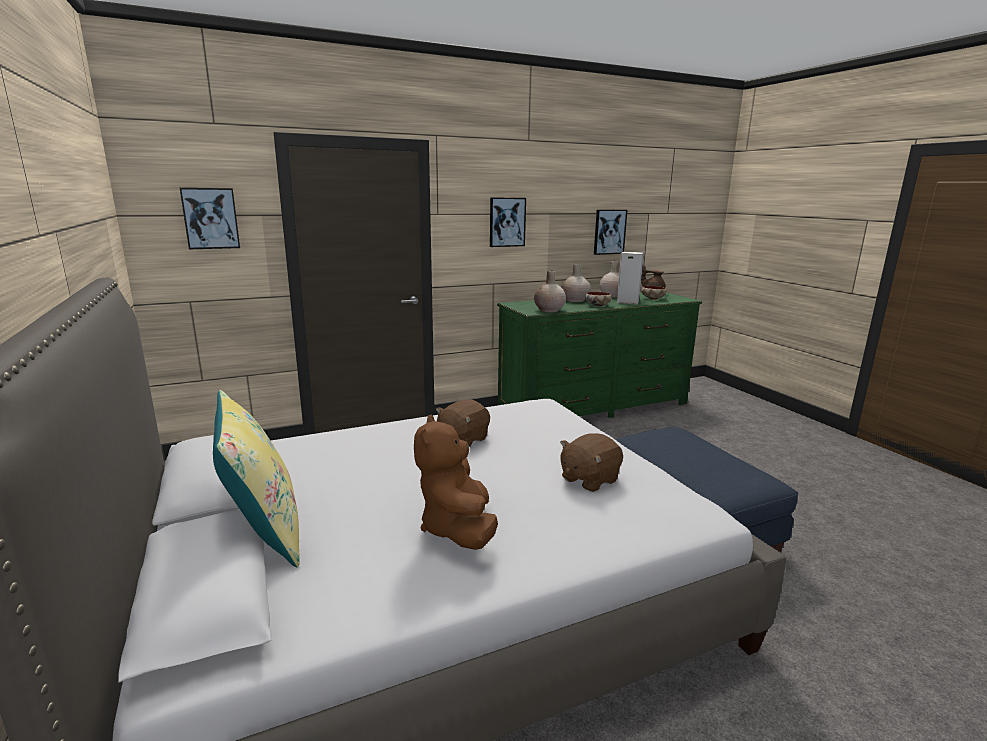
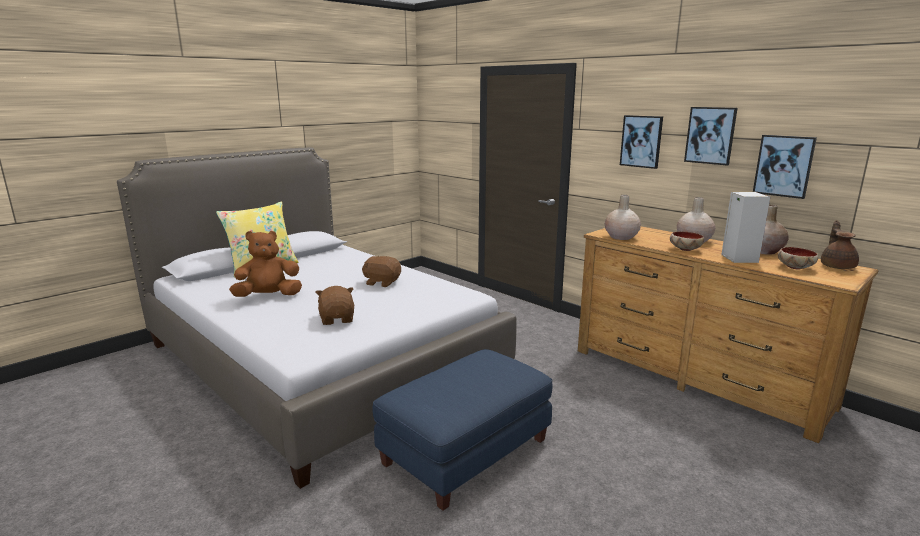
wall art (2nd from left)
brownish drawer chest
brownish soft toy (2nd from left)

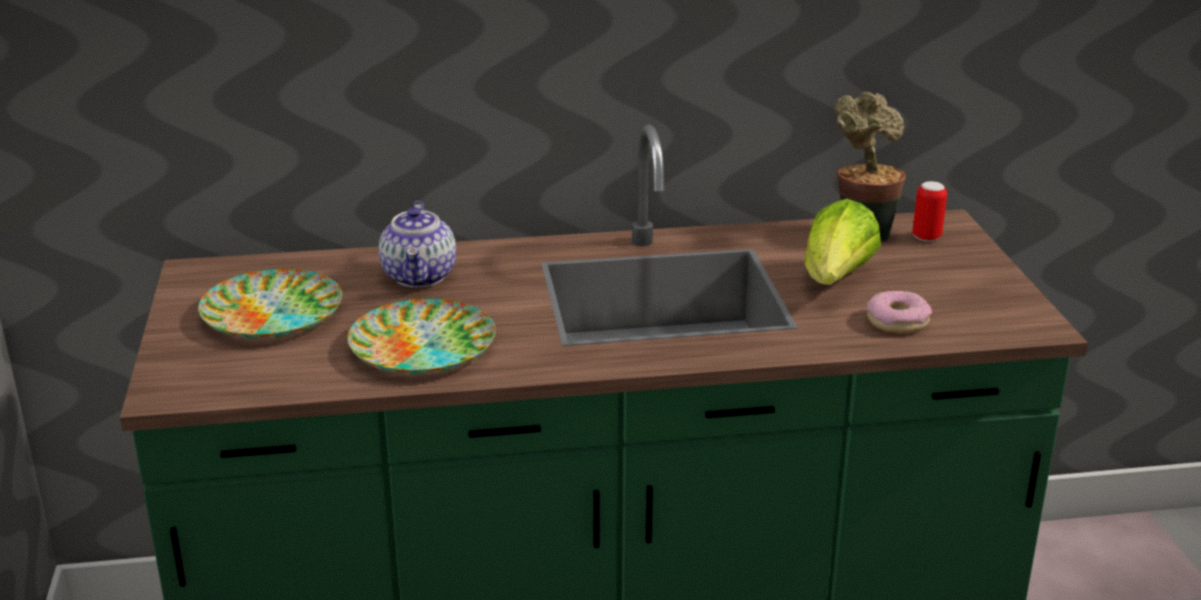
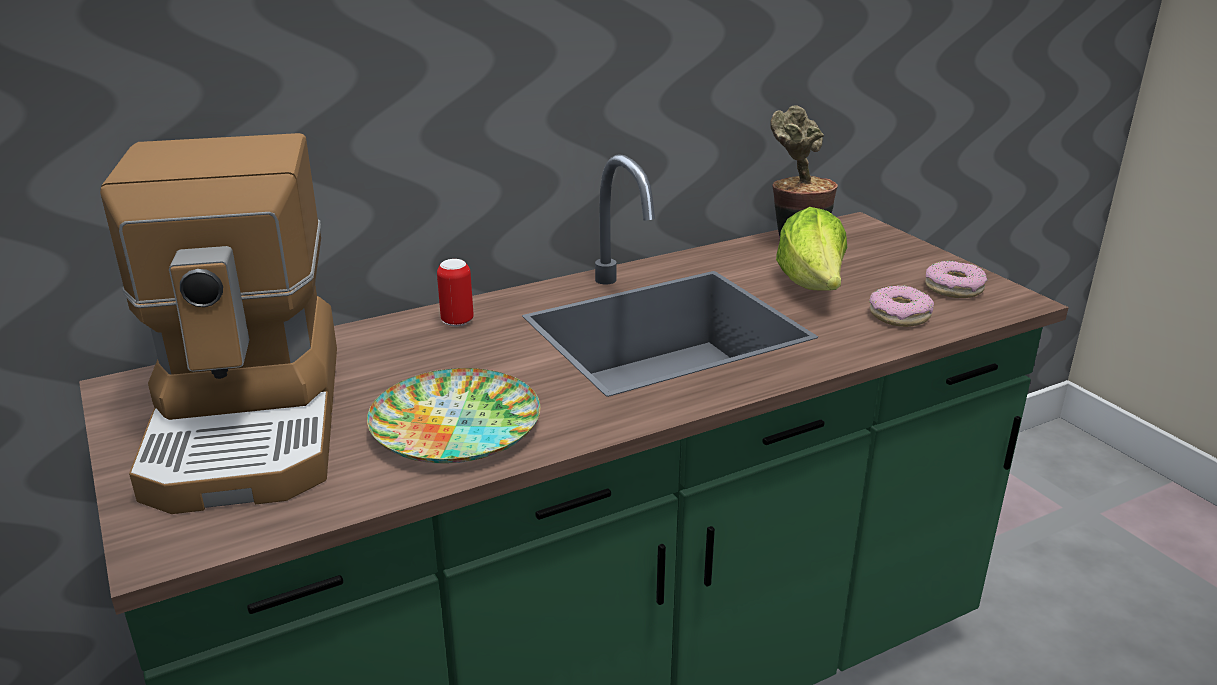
coffee brewer
teapot
sealed can
donut (2nd from left)

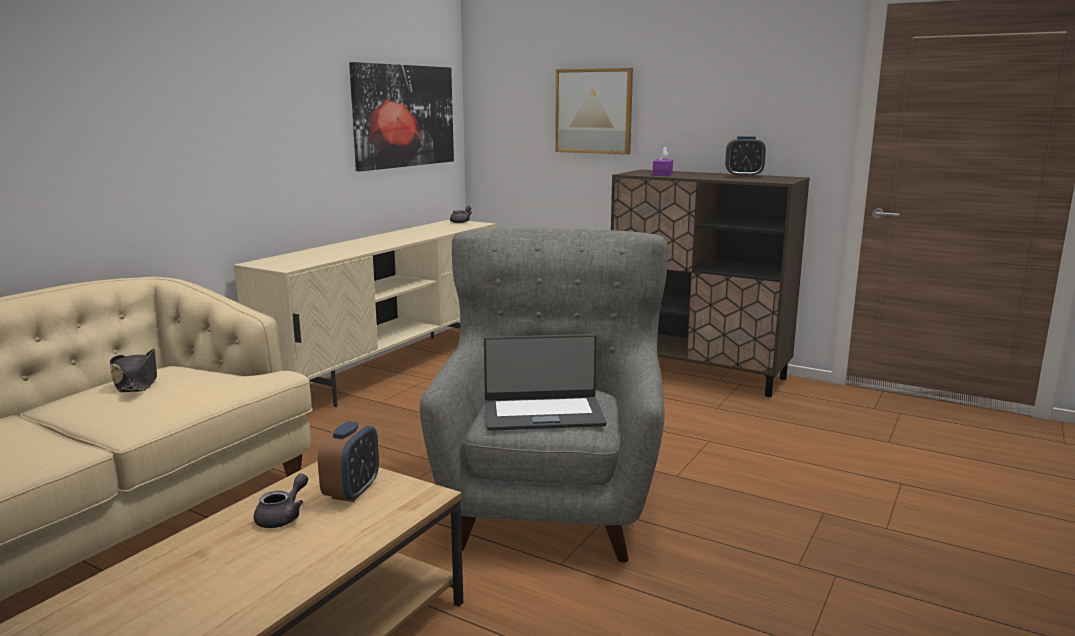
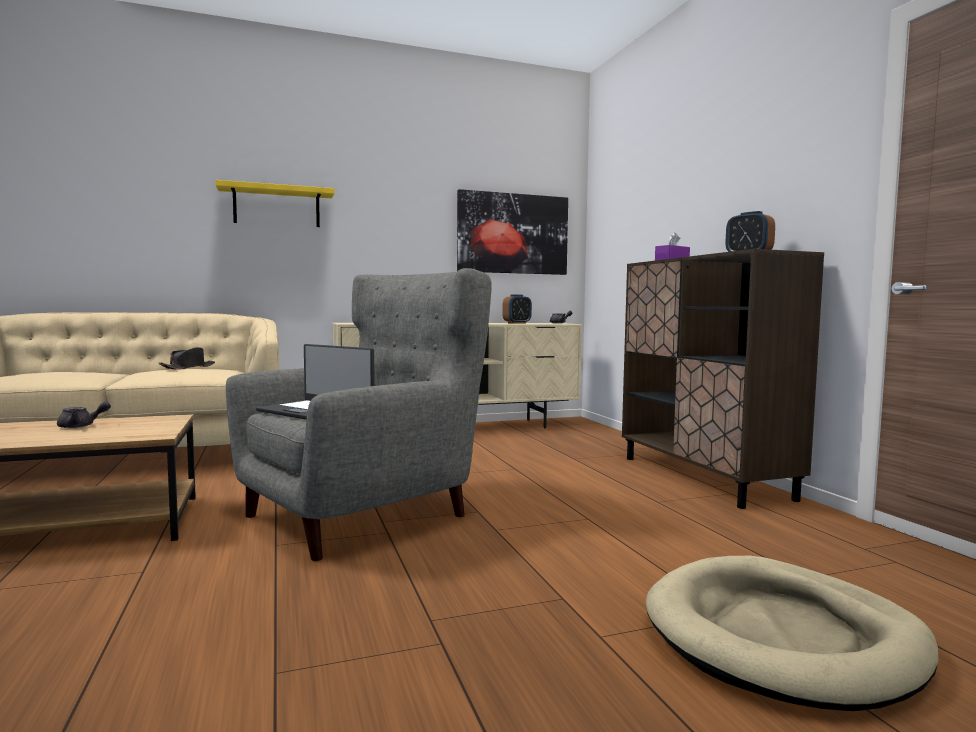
bedside clock (1st from left)
wall art (2nd from left in the first image)
yellow-coloured bracket shelf
beige dog cushion

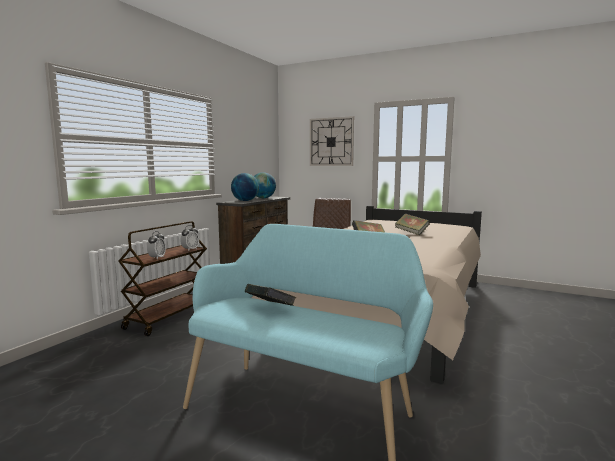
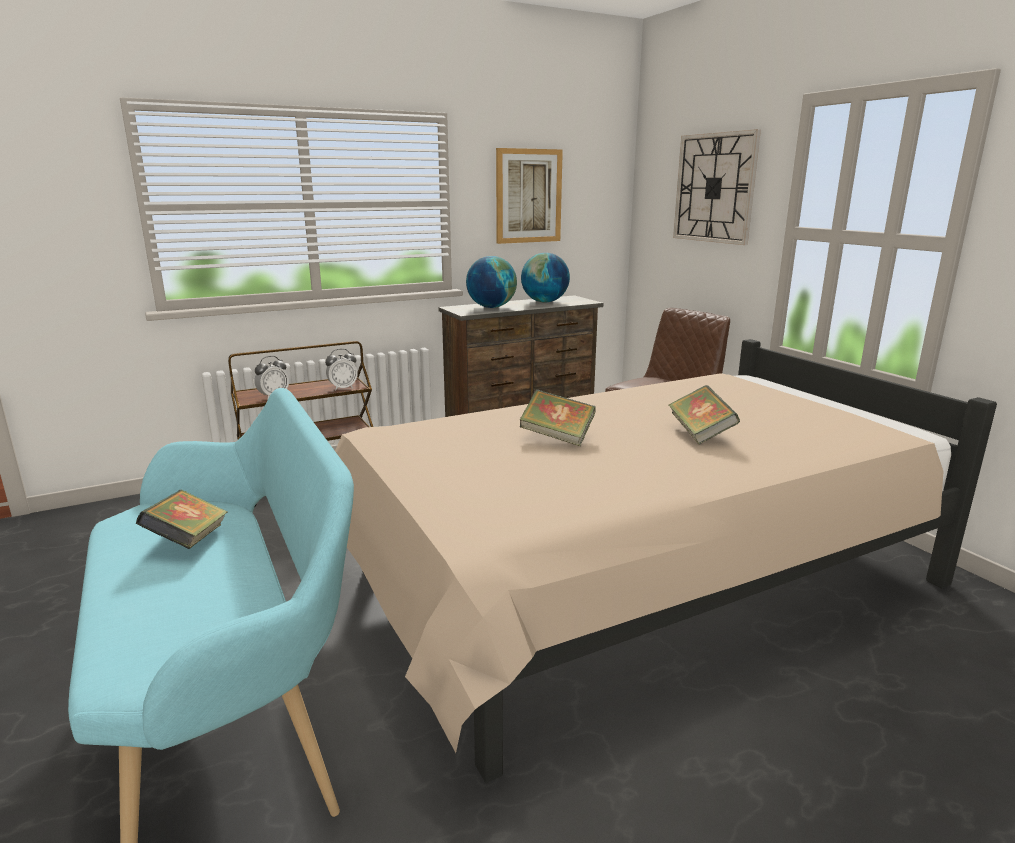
wall art

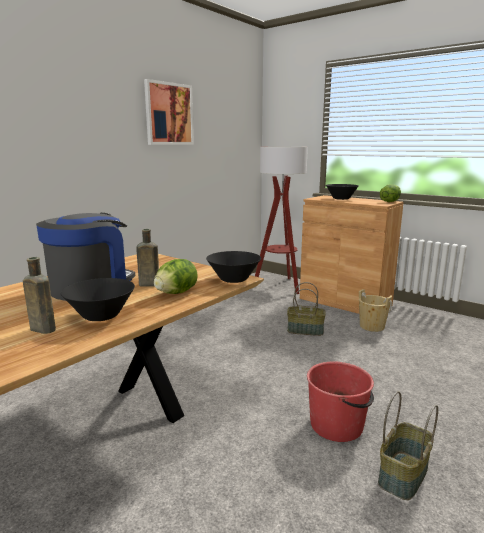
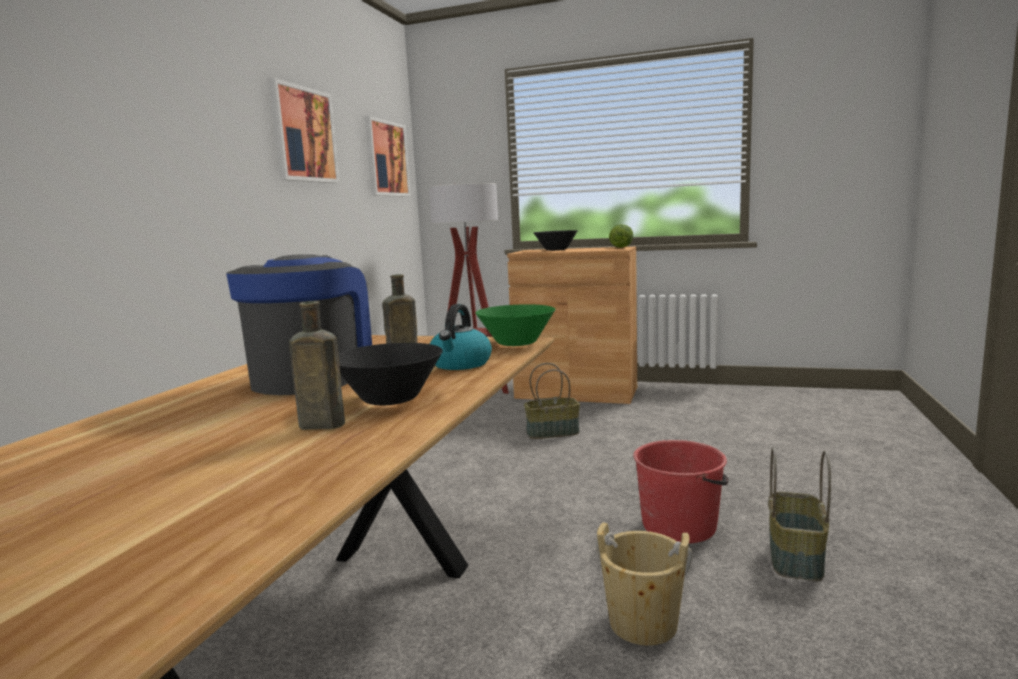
tea kettle
greenish bowl
beige pail
wall art (2nd from left)

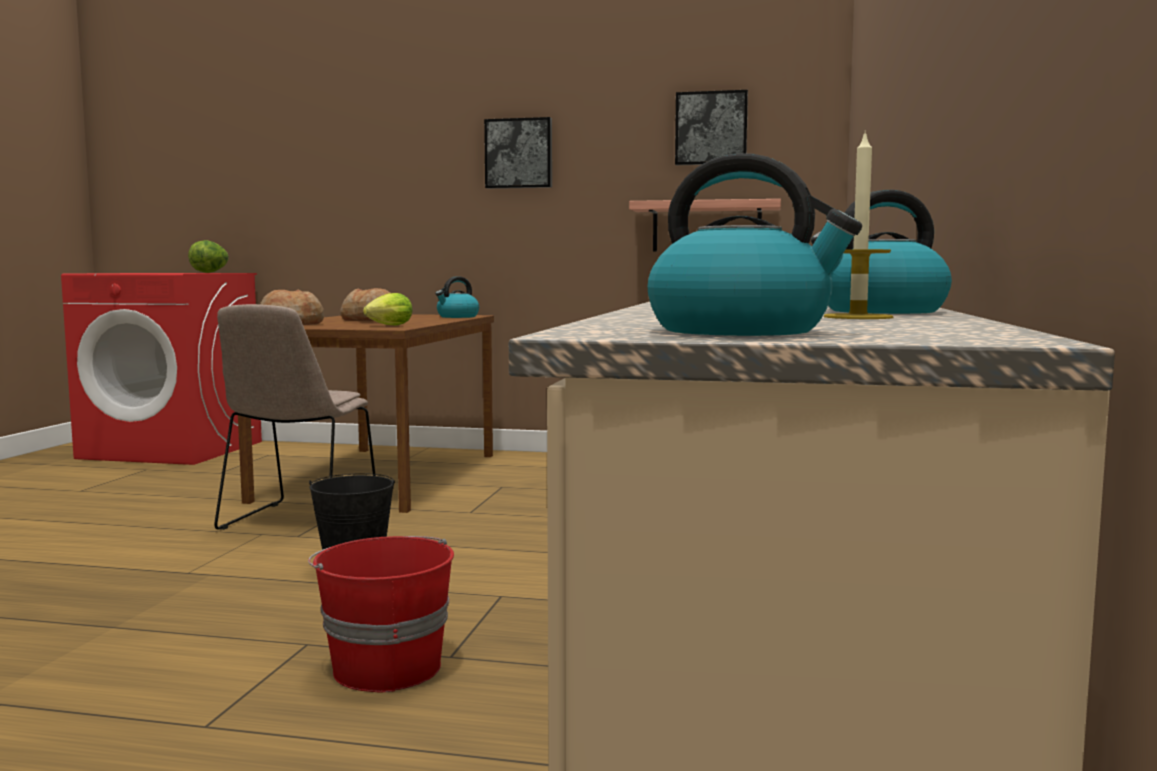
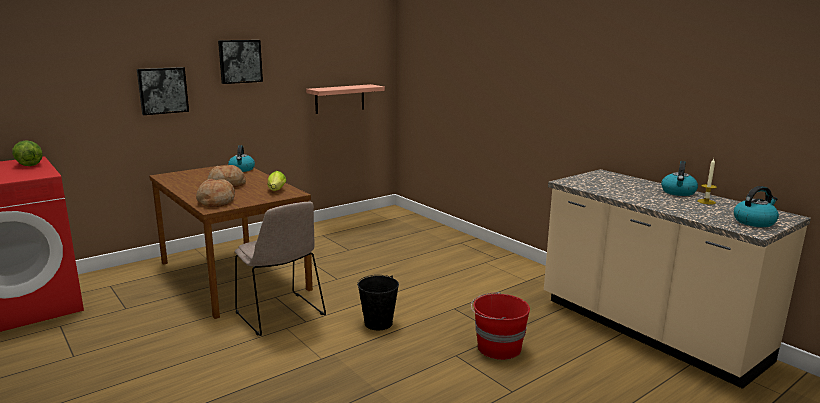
wall art (1st from left)

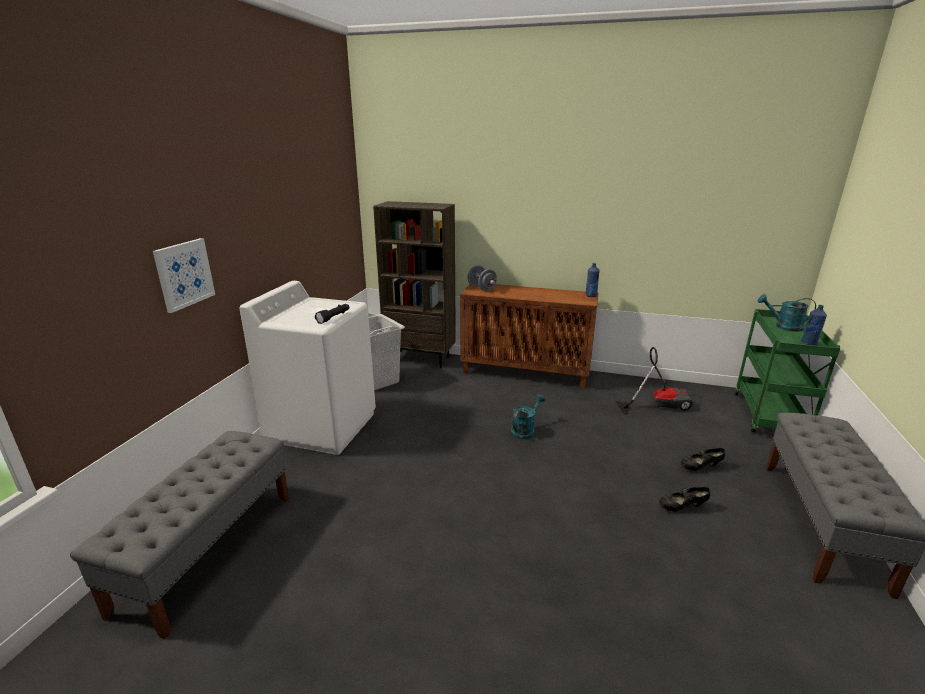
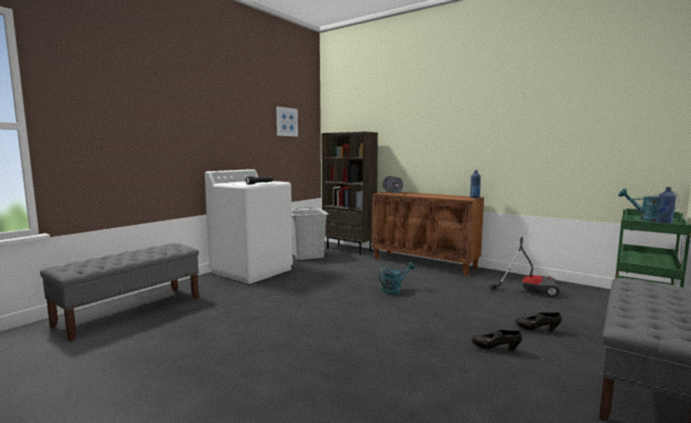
wall art

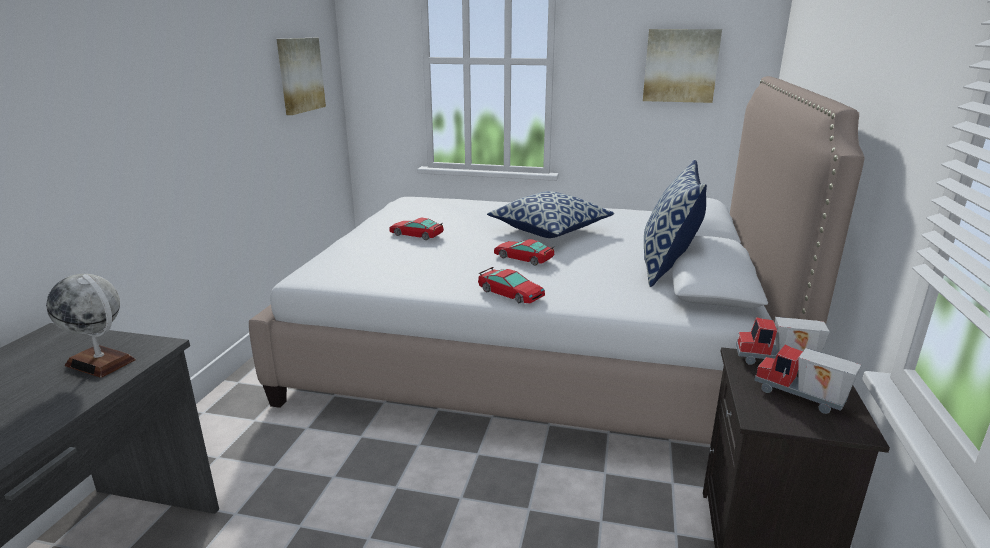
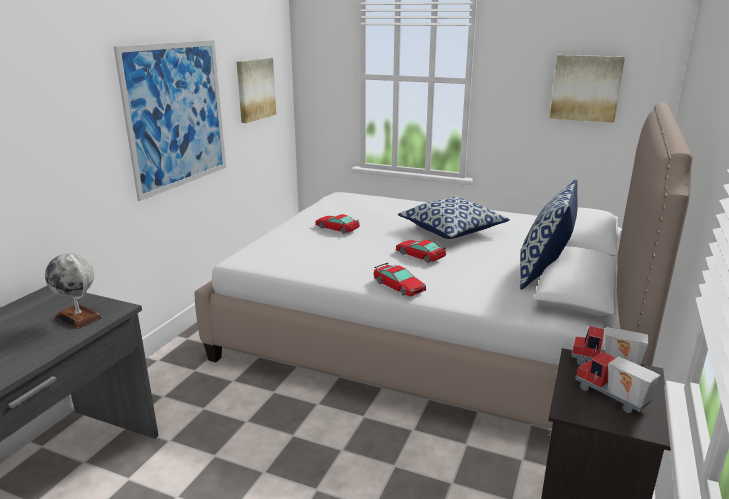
wall art (1st from left)

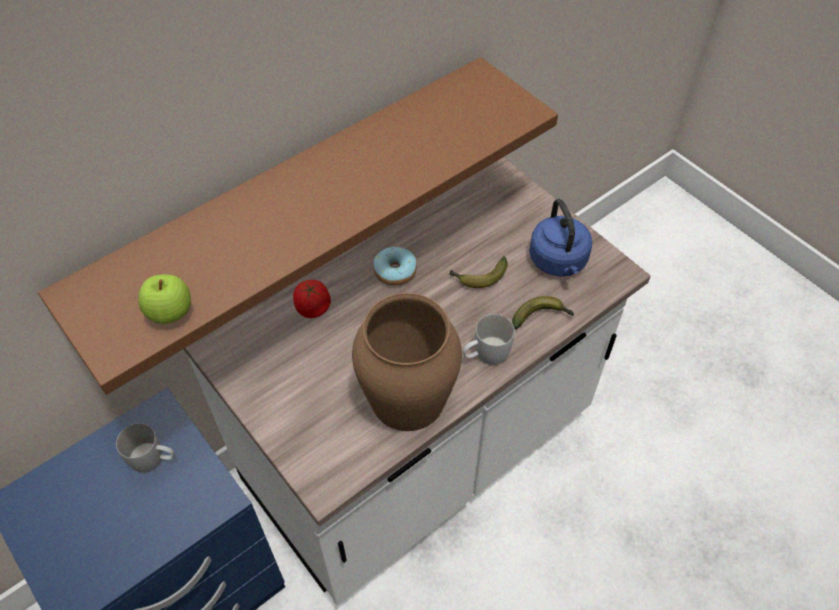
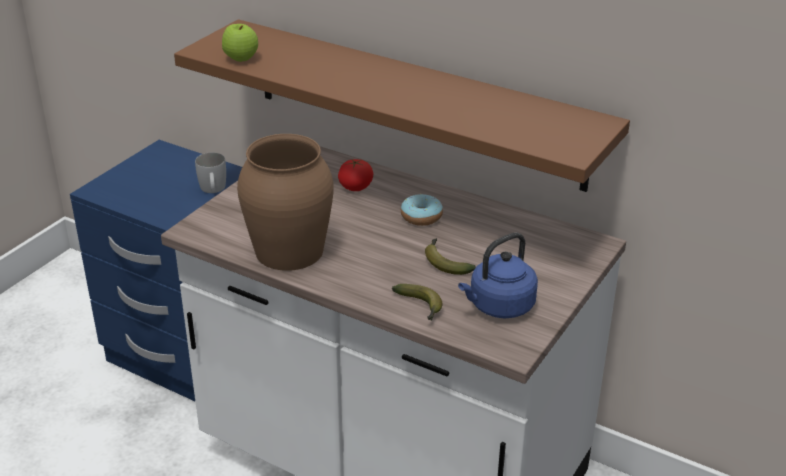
white-coloured tea mug (2nd from left in the first image)

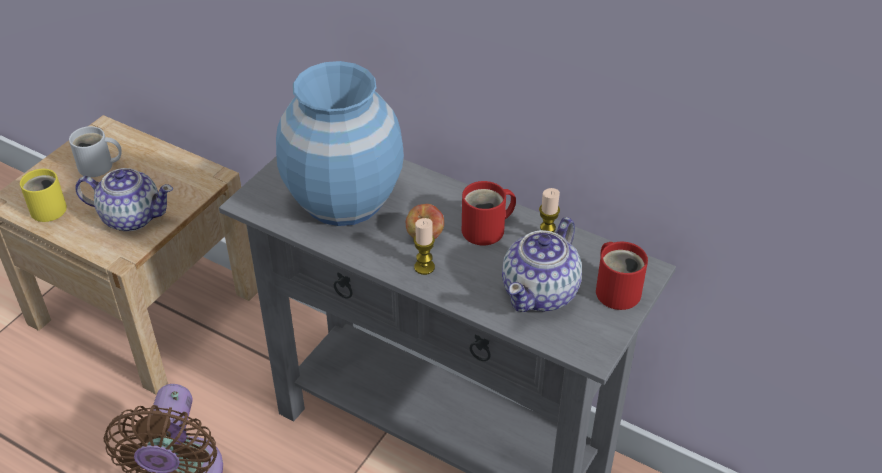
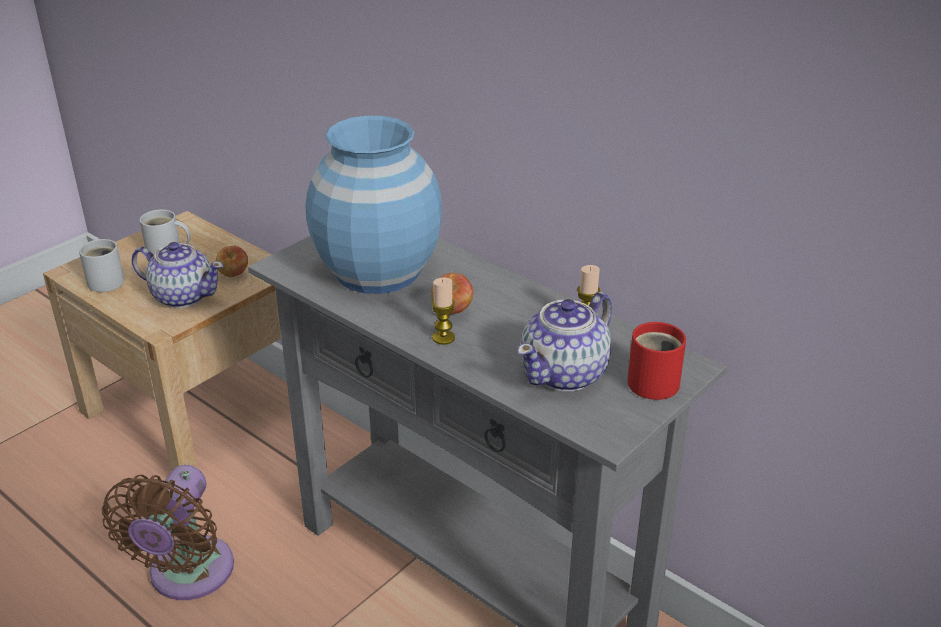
white-coloured tea mug (1st from left)
red tea mug (1st from left in the first image)
apple fruit (1st from left)

